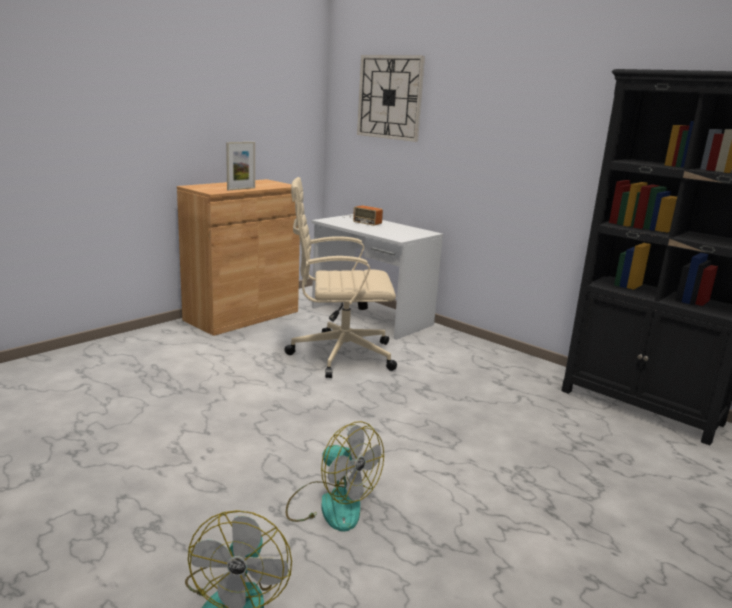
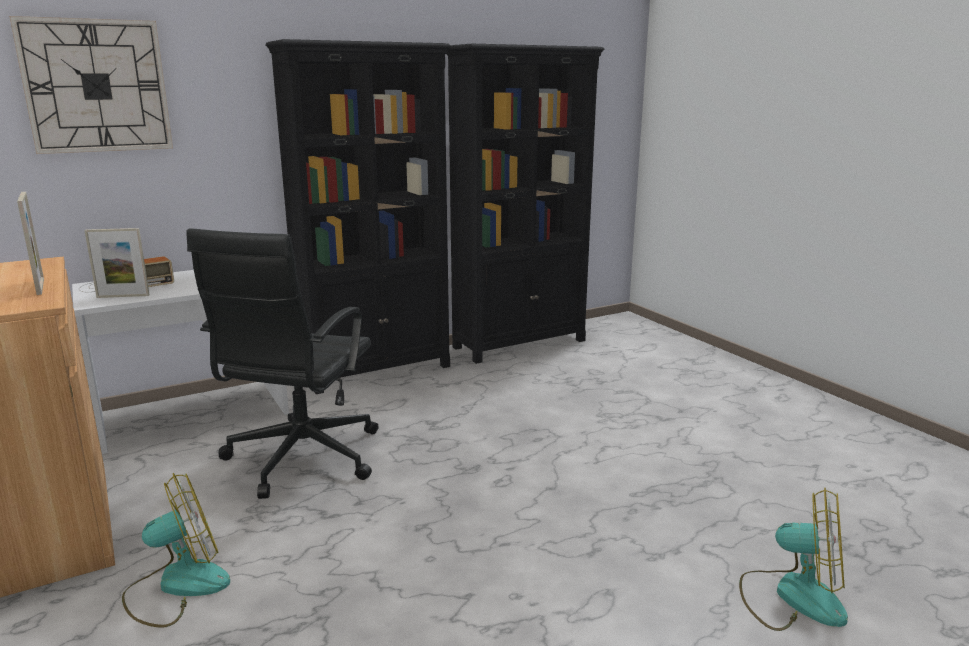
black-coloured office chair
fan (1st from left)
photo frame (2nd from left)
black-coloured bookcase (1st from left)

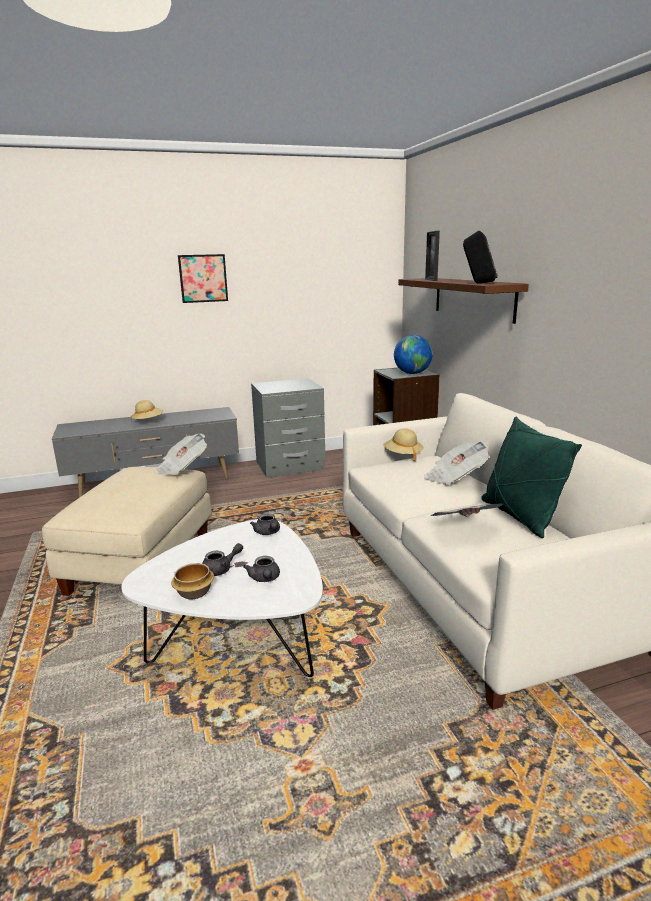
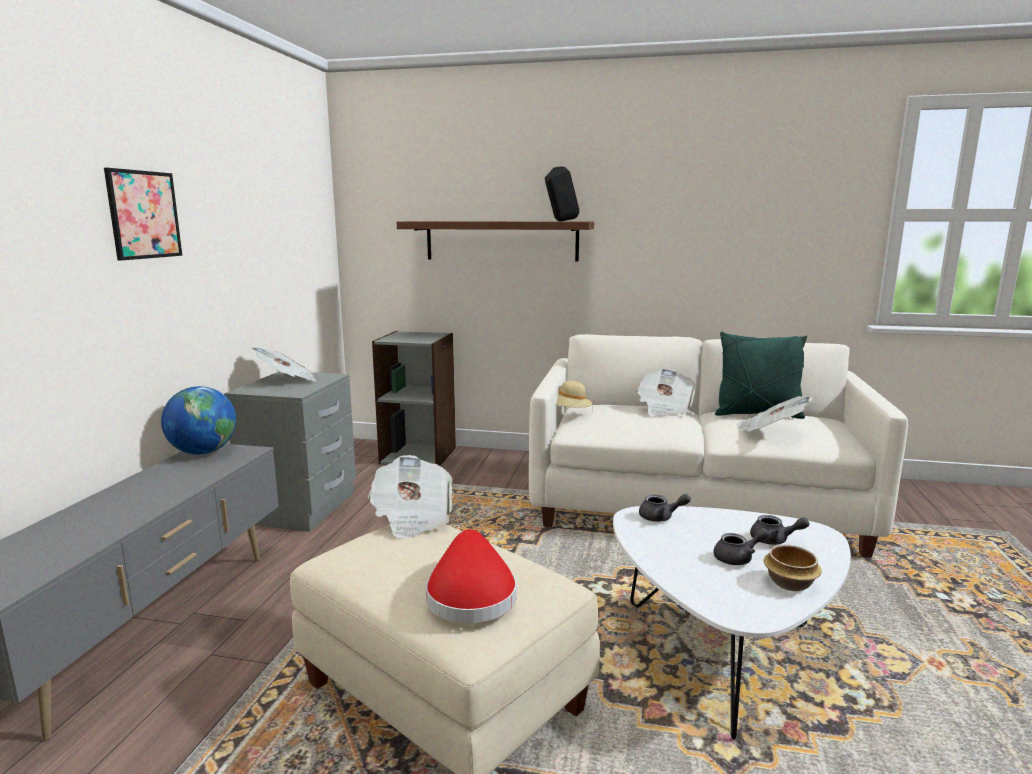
beige hat (1st from left in the first image)
greyish teapot (2nd from left)
world globe
photo frame
printed paper (1st from left)
red hat

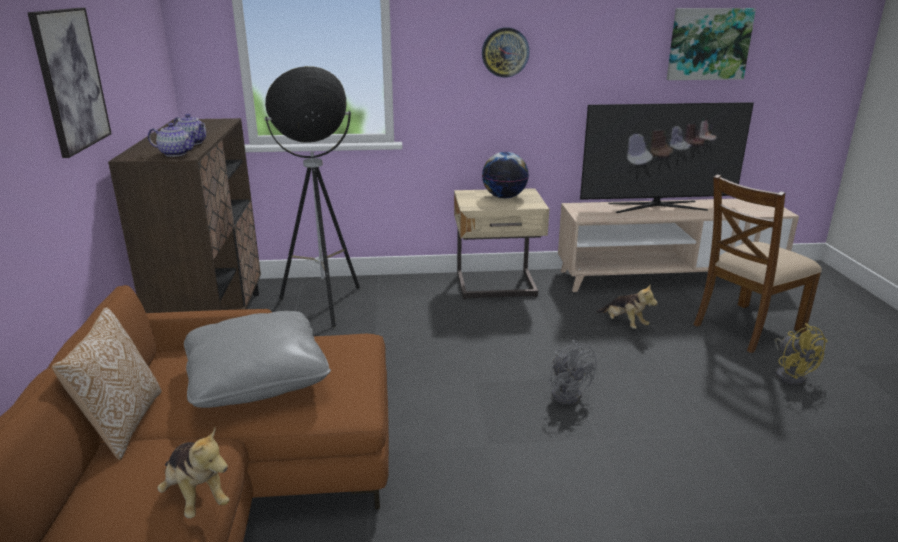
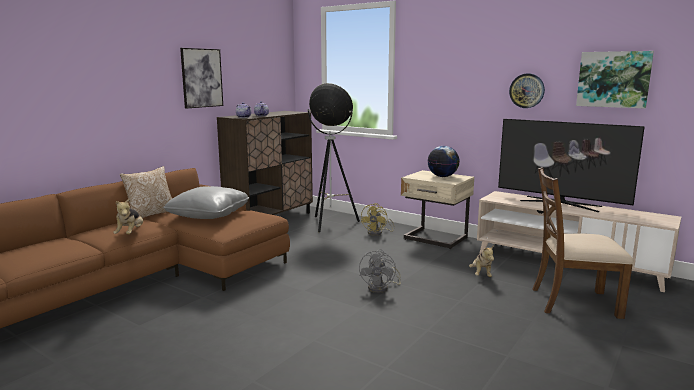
wall clock
yellow-coloured fan

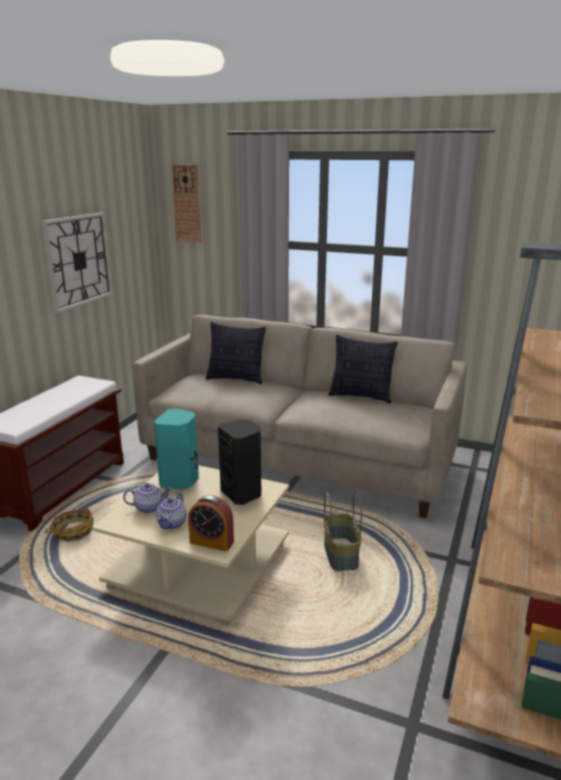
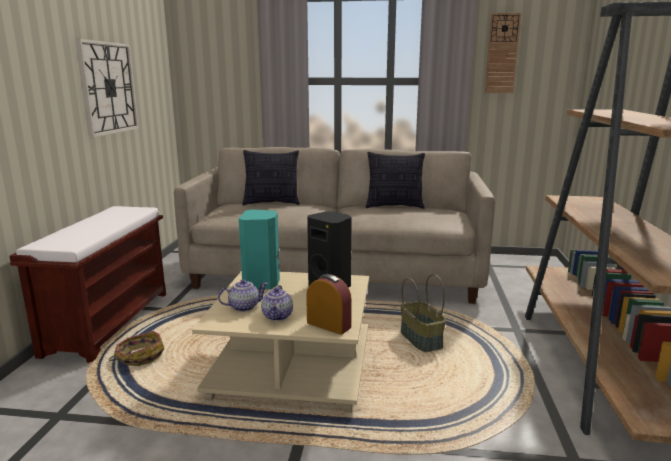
wall clock (2nd from left)
bedside clock

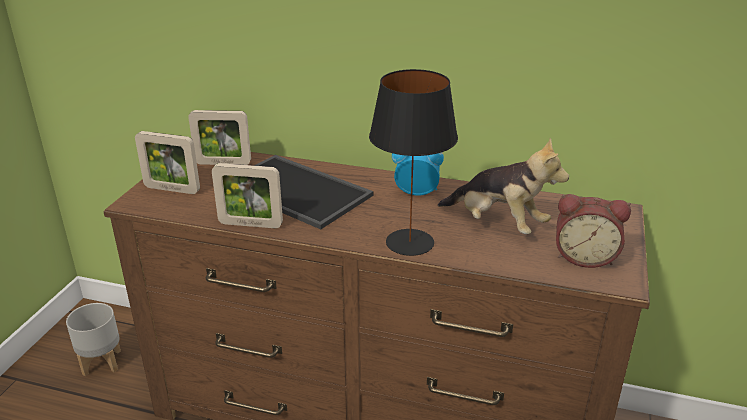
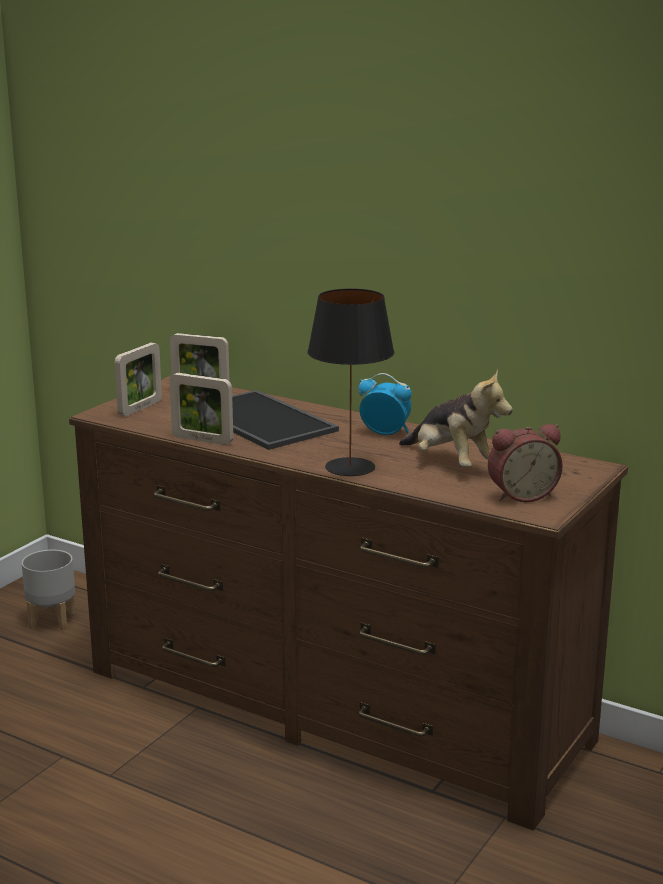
photo frame (1st from left)
bedside clock (2nd from left)

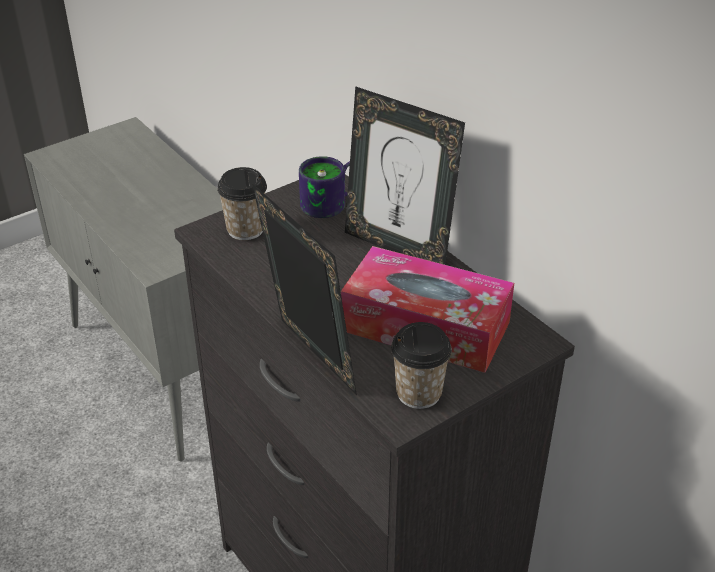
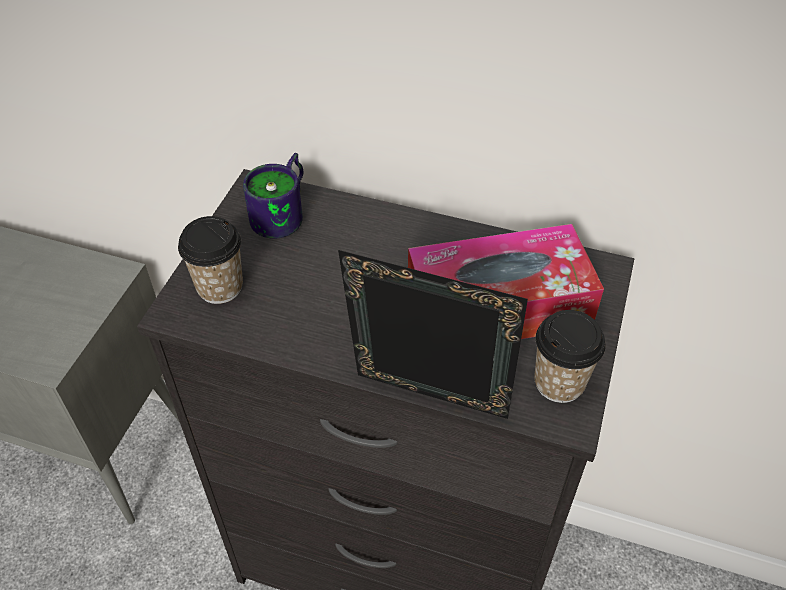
photo frame (2nd from left in the first image)

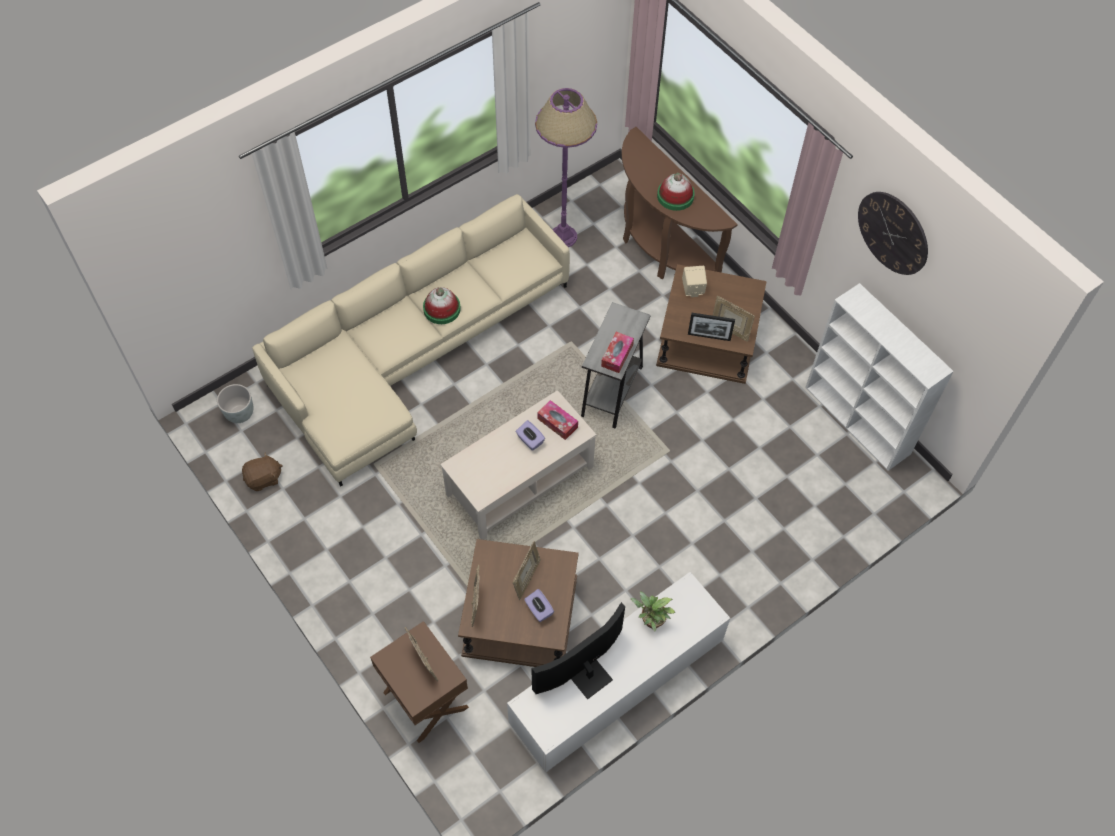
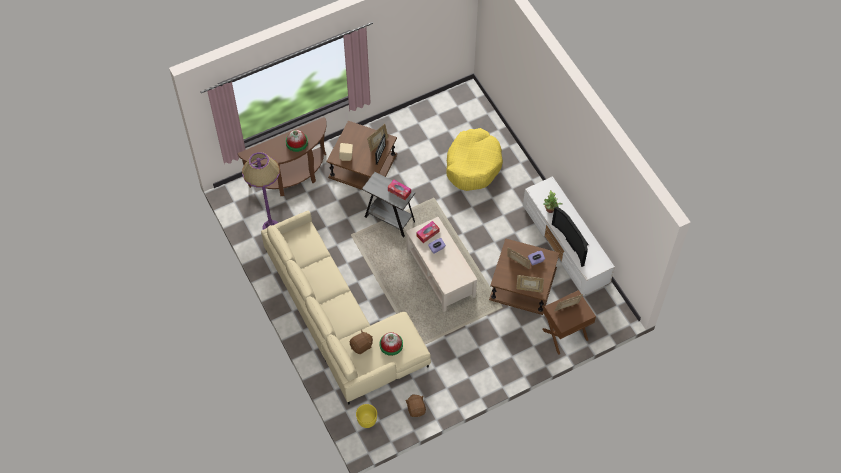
yellow-coloured plant pot
hat (2nd from left)
white-coloured bookcase
wall clock
brownish soft toy (1st from left)
yellow-coloured dog cushion

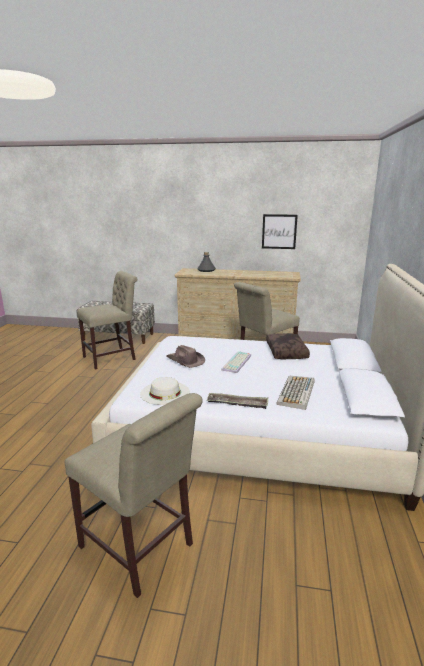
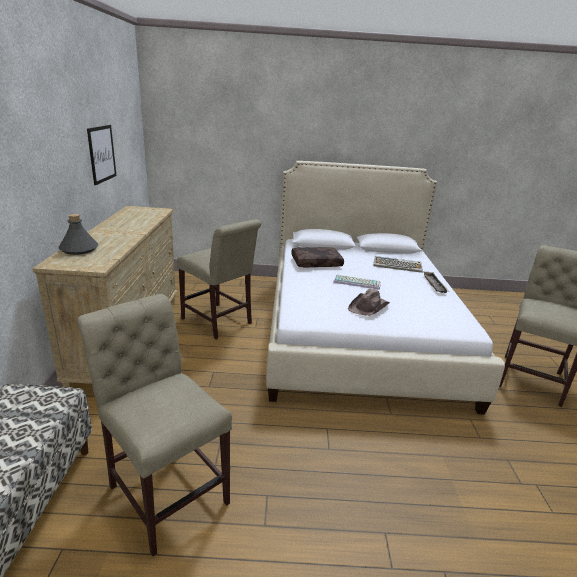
white-coloured hat

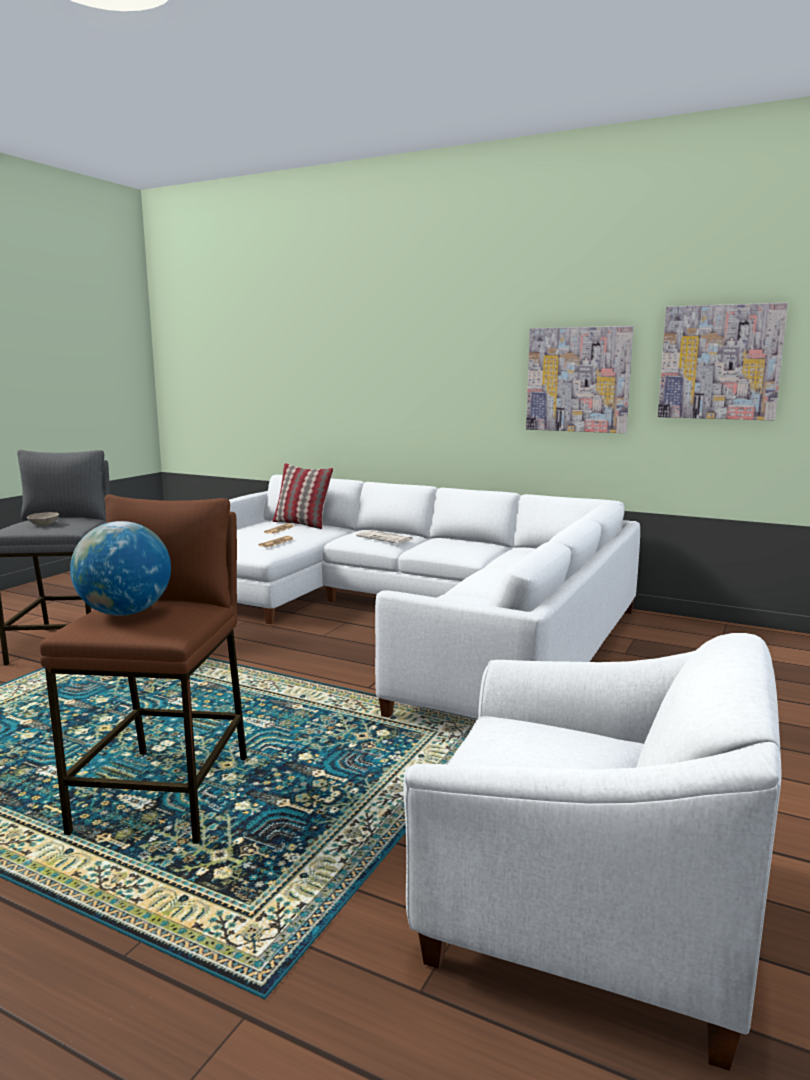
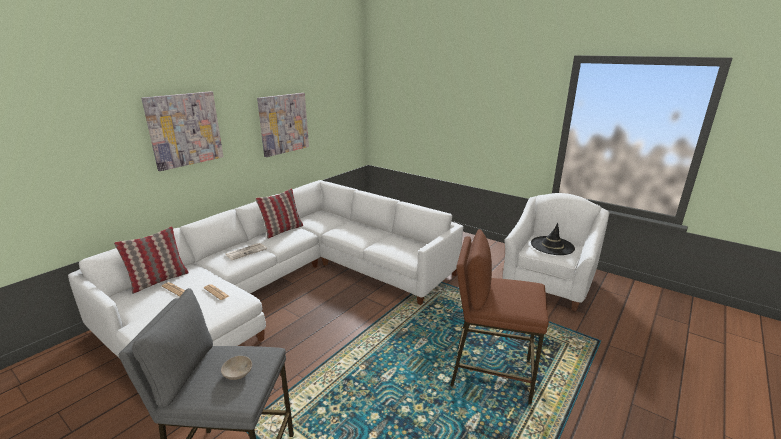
world globe
wall art (1st from left)
throw pillow (2nd from left)
black-coloured hat

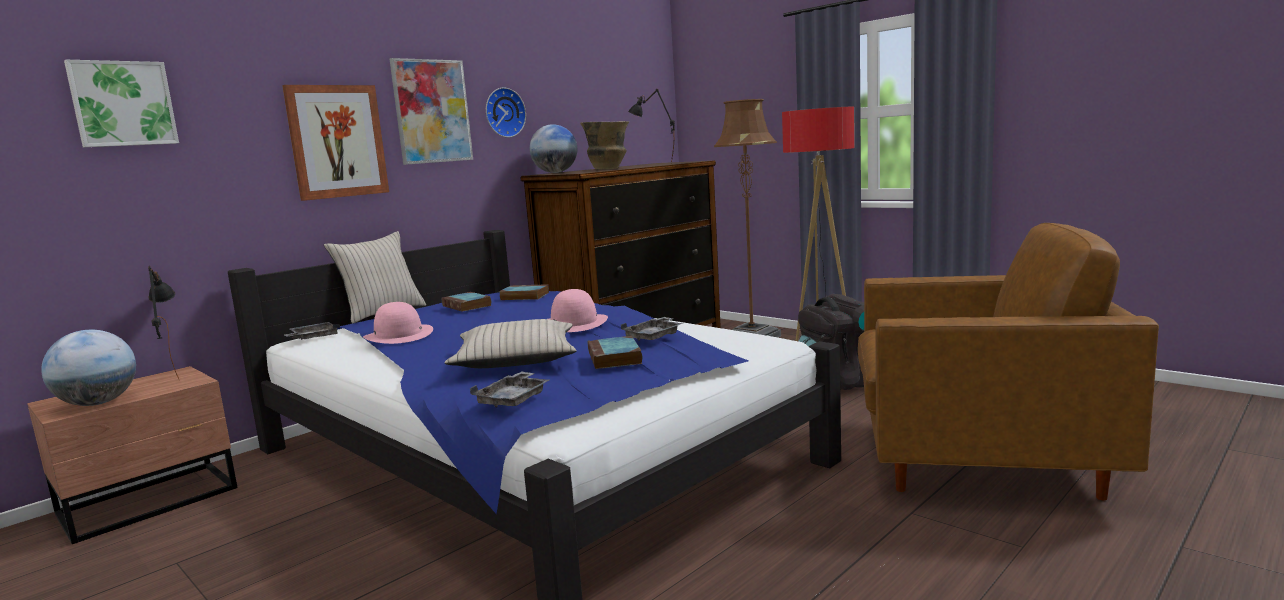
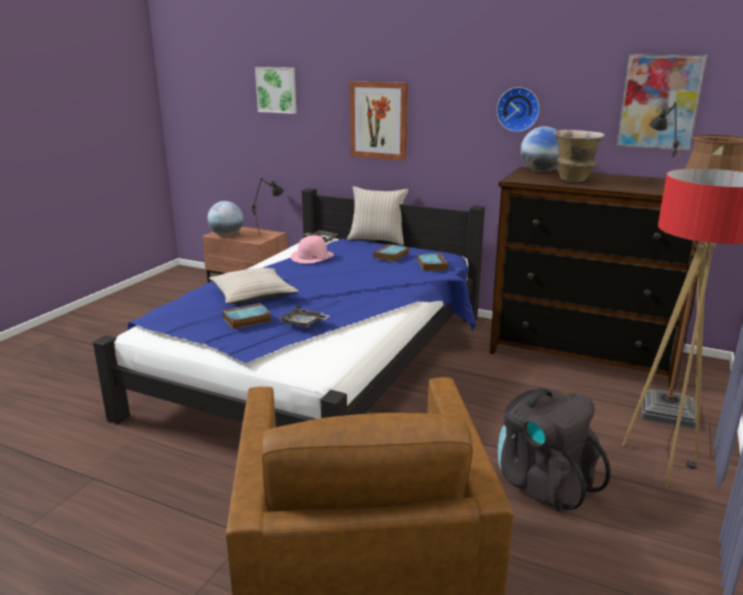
wall art (3rd from left)
greyish carrying tray (2nd from left in the first image)
pinkish hat (2nd from left in the first image)

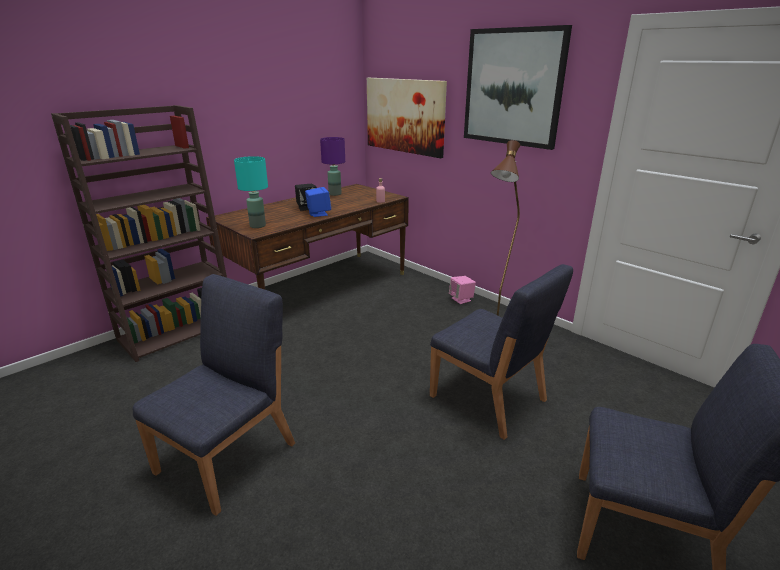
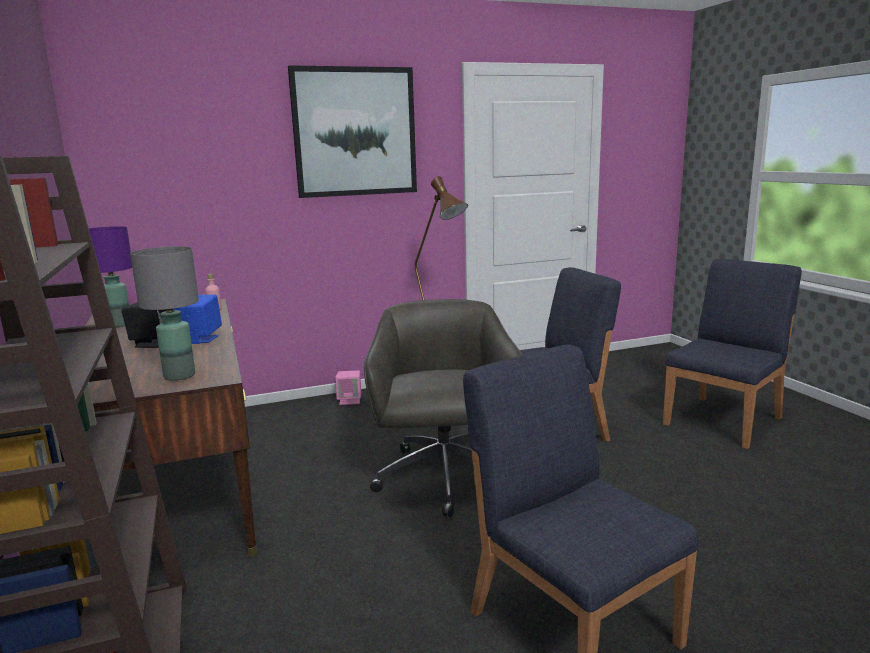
greyish table lamp
wall art (1st from left in the first image)
greyish office chair

